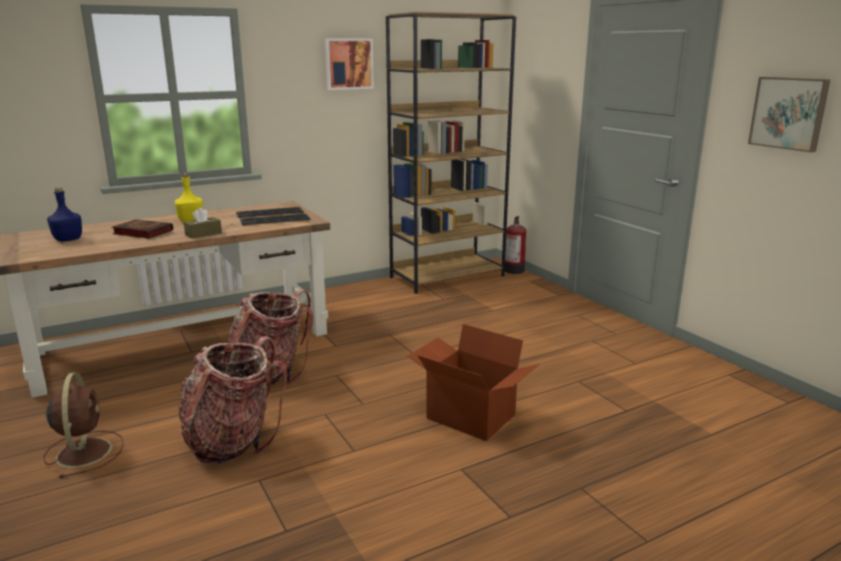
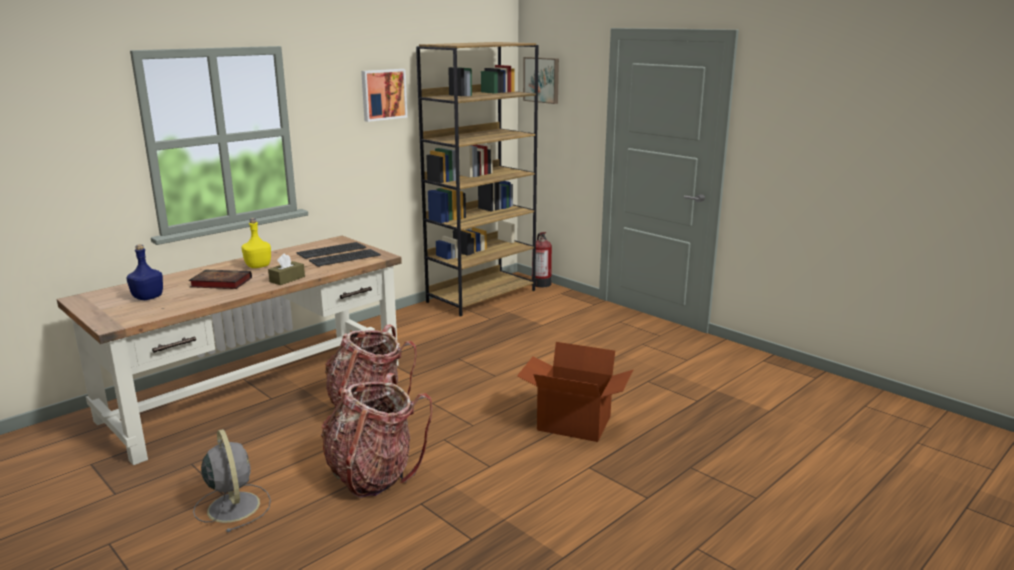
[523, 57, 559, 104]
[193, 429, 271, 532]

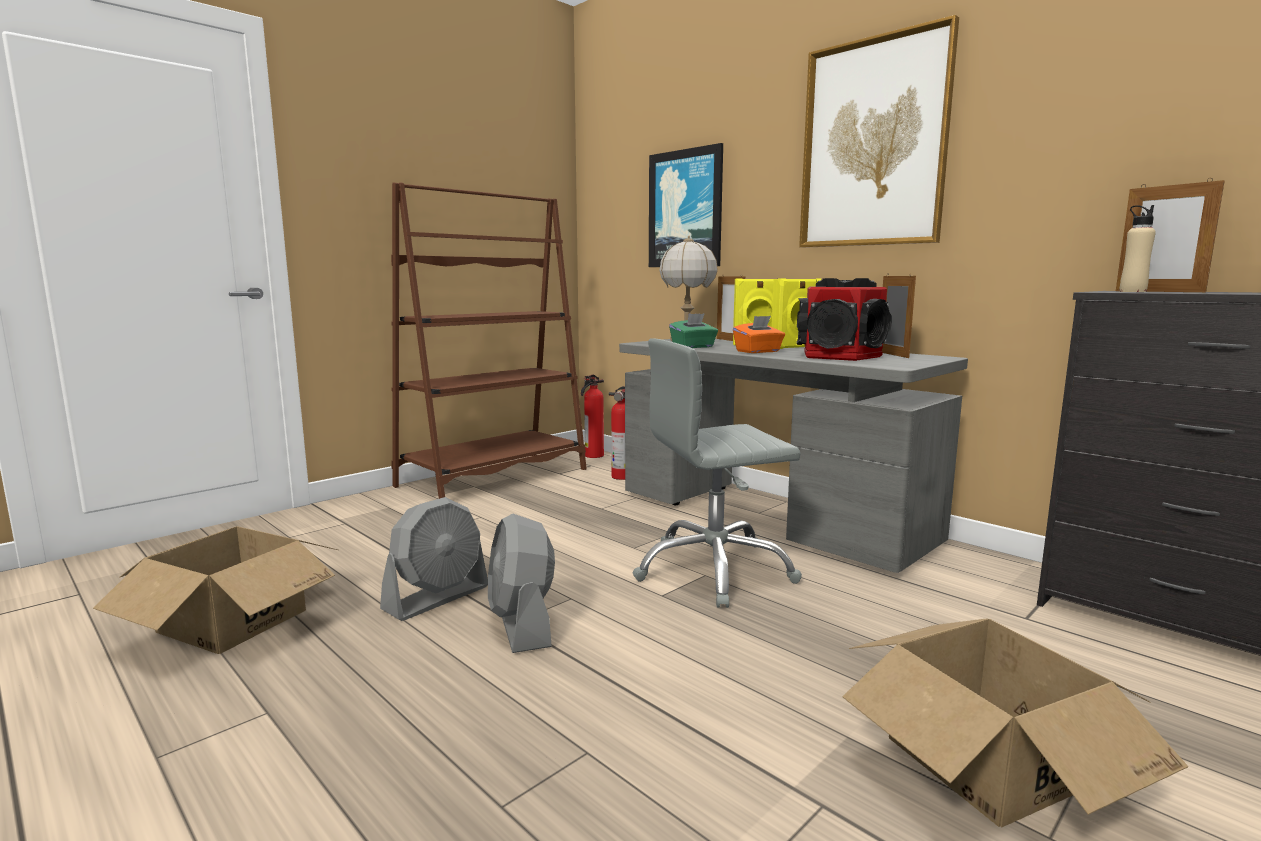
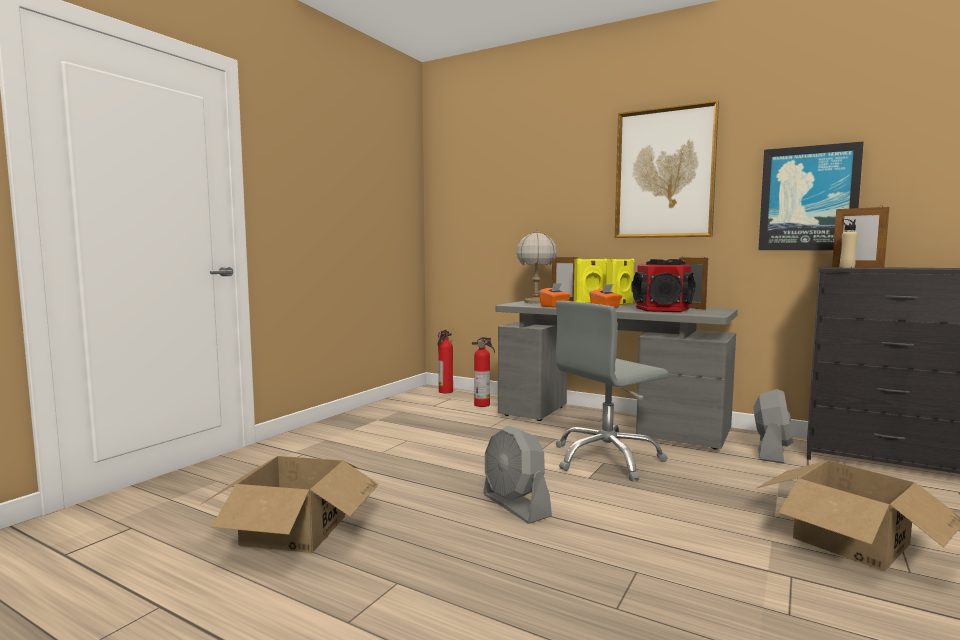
[758, 141, 864, 250]
[391, 183, 587, 499] (first image)
[539, 283, 571, 307]
[753, 389, 793, 463]

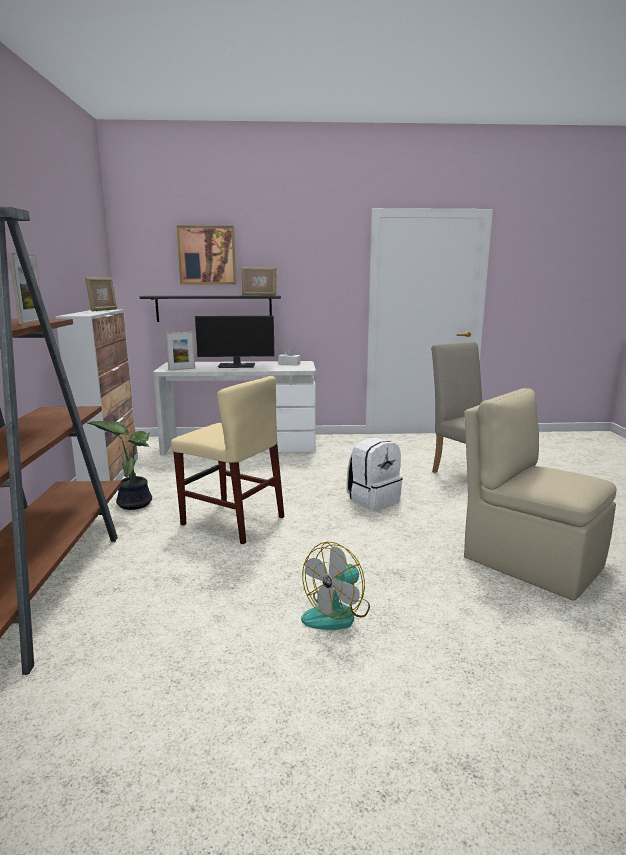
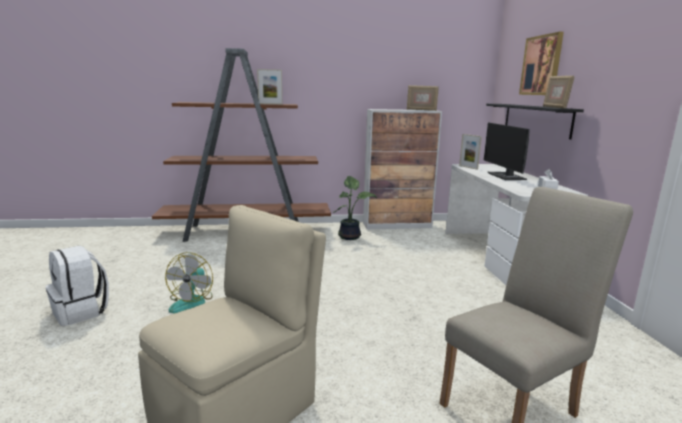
[171, 376, 284, 544] (first image)
[46, 245, 109, 326]
[165, 252, 213, 313]

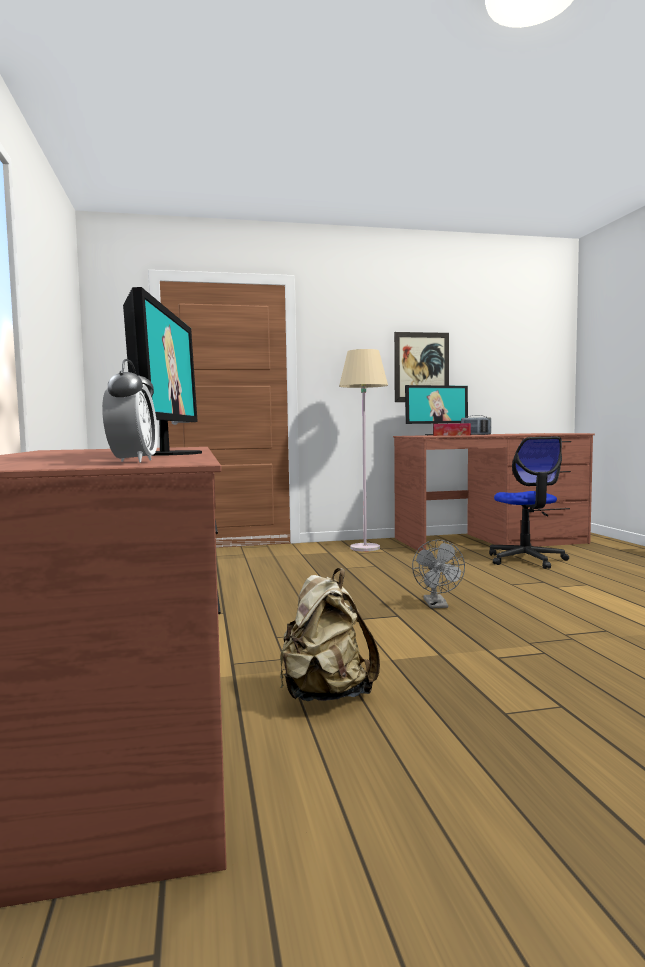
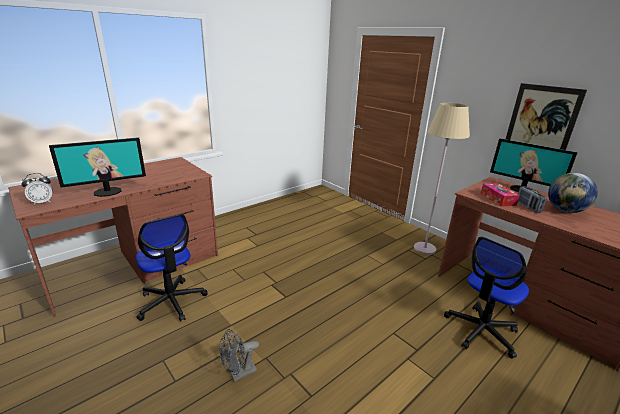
[219, 329, 259, 382]
[136, 214, 207, 321]
[548, 173, 598, 213]

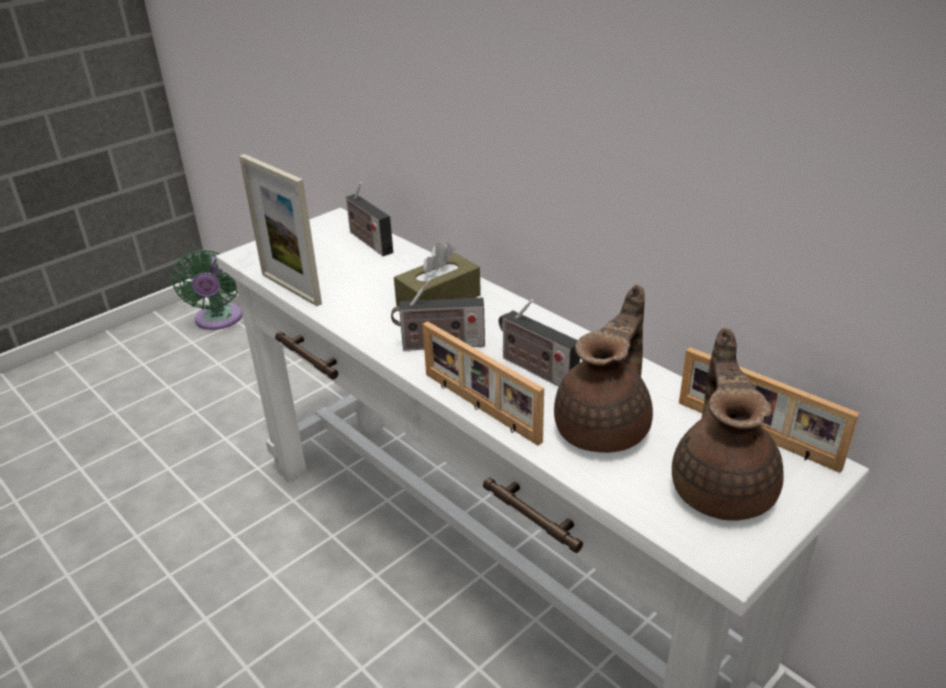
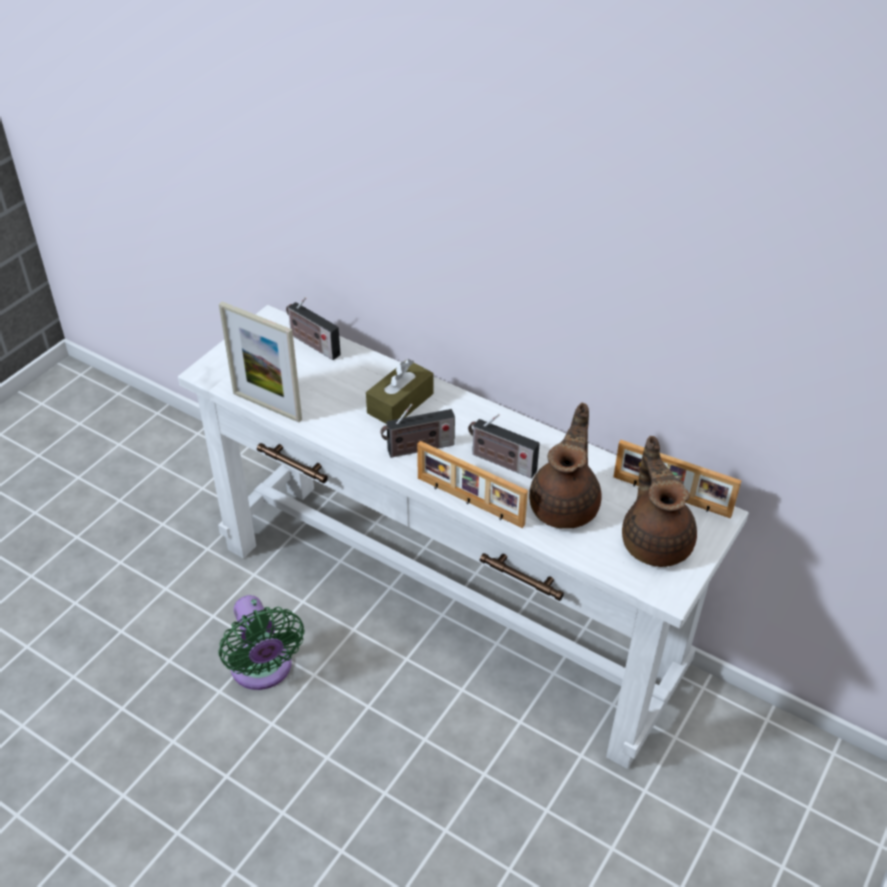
[218, 595, 305, 690]

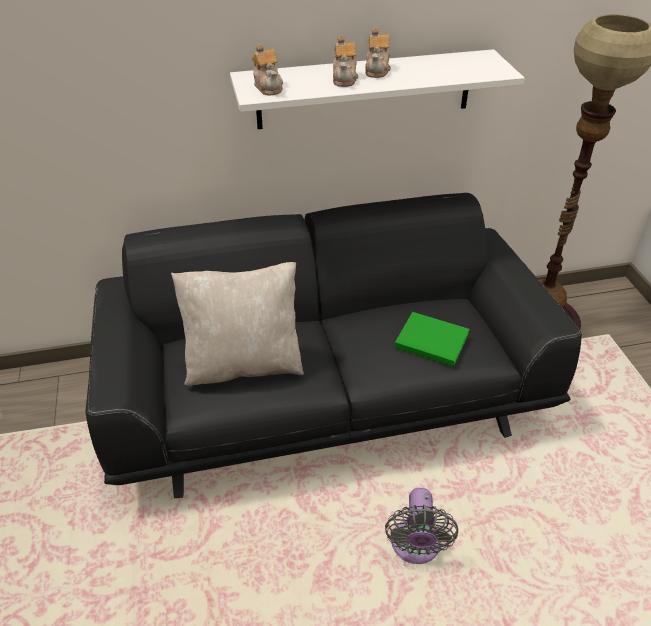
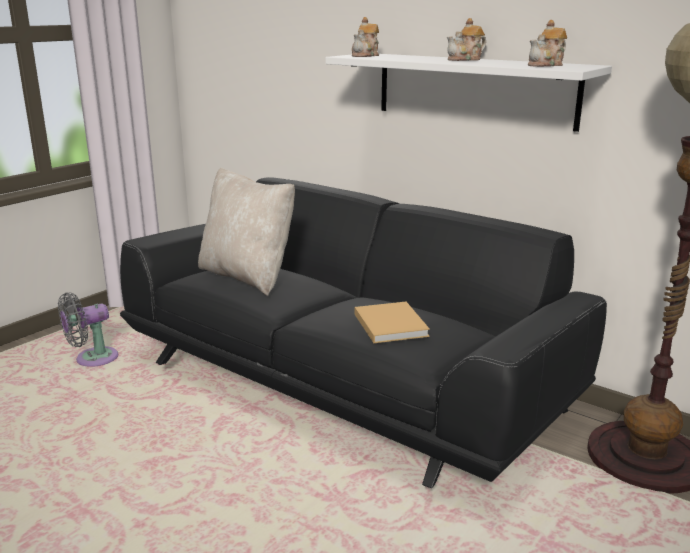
[528, 20, 567, 67]
[355, 302, 430, 343]
[58, 292, 119, 367]

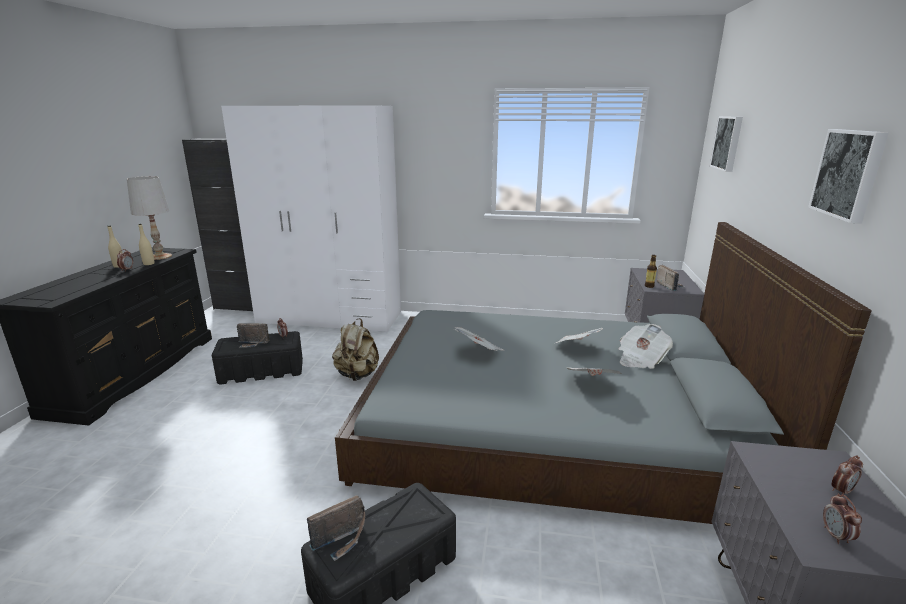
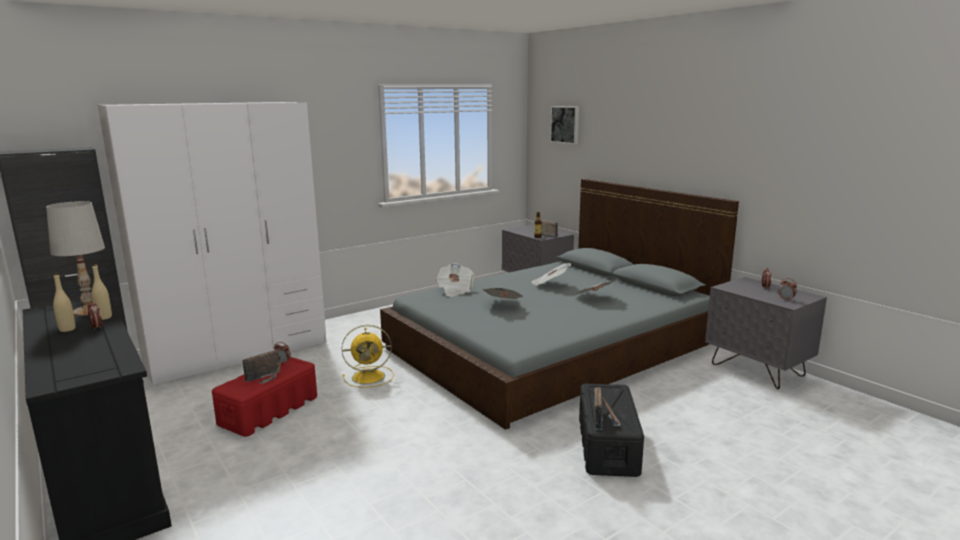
[808, 129, 889, 224] (first image)
[342, 325, 394, 388]
[436, 263, 474, 297]
[212, 357, 317, 437]

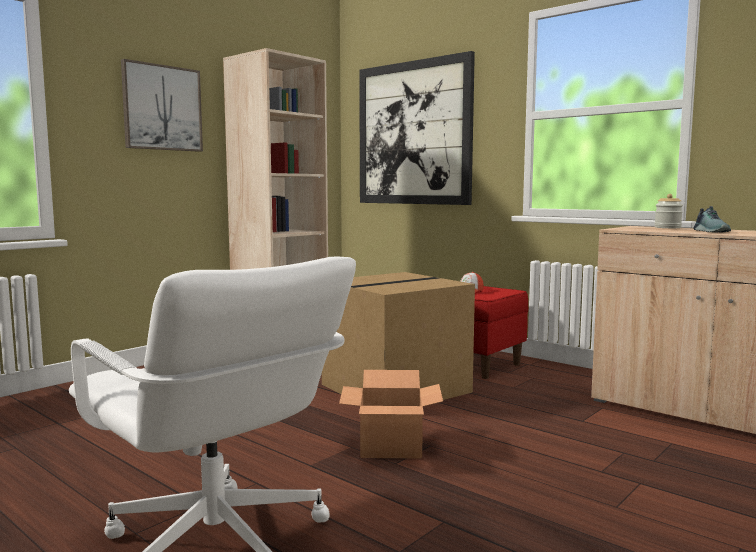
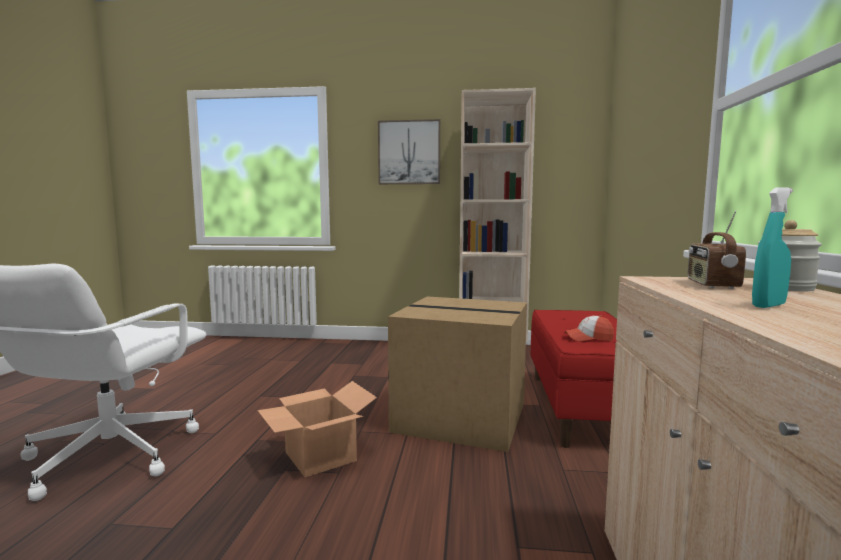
[359, 51, 475, 205] (first image)
[752, 187, 793, 308]
[688, 211, 746, 289]

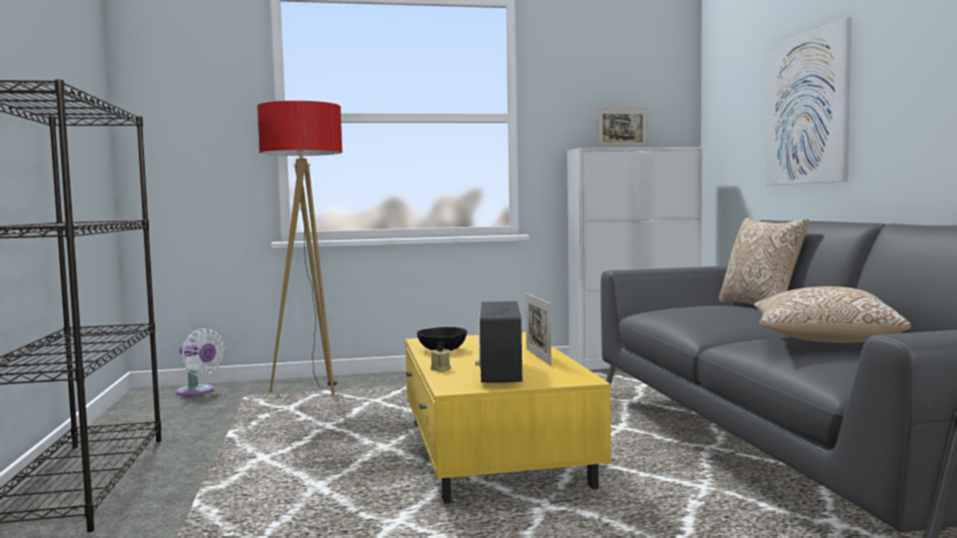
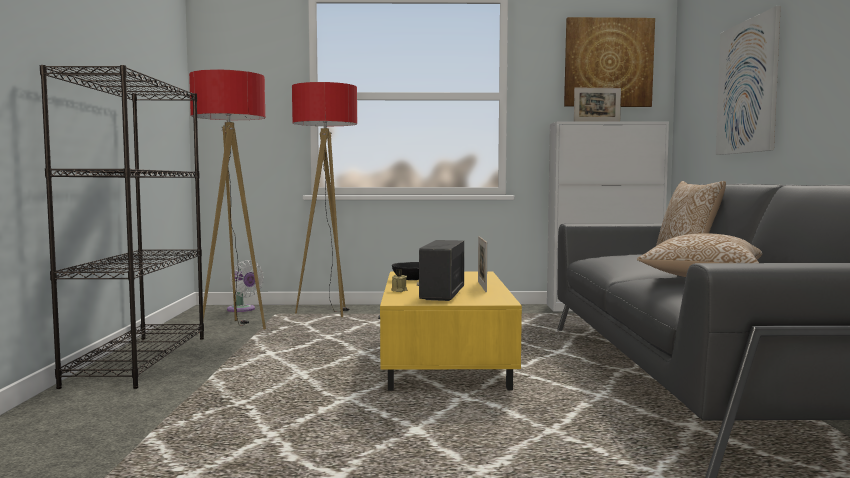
[564, 17, 655, 107]
[189, 70, 266, 333]

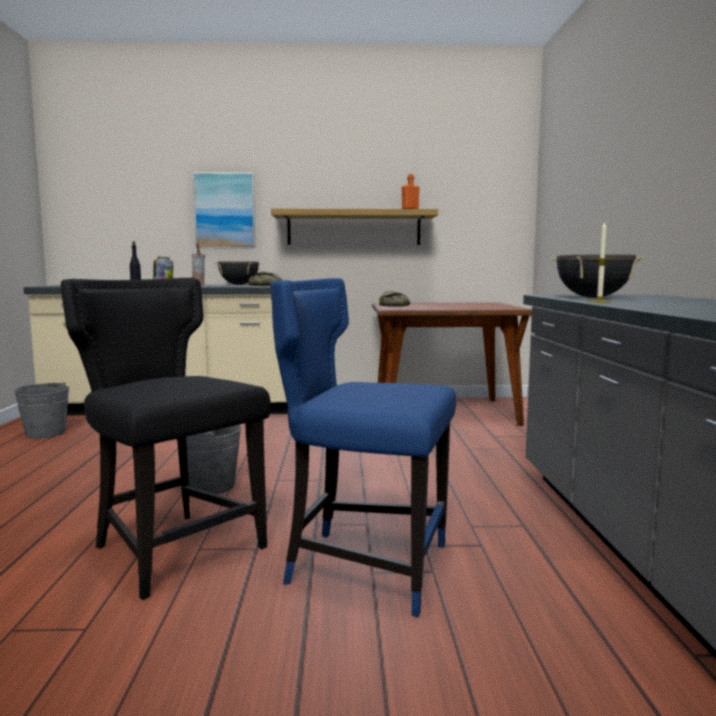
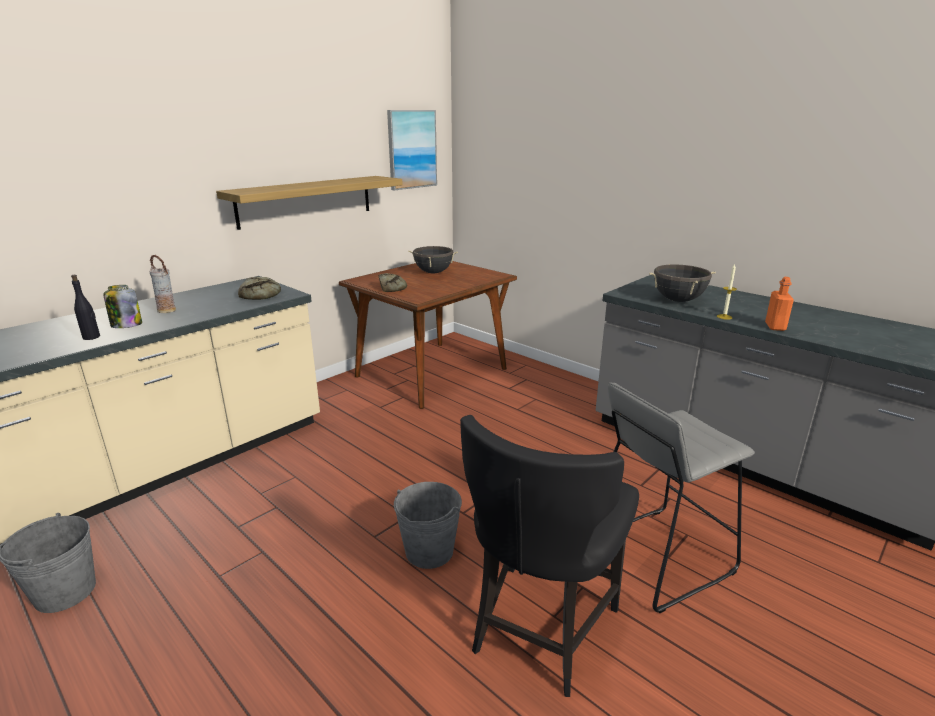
[387, 110, 437, 190]
[765, 277, 794, 331]
[408, 246, 458, 273]
[460, 415, 639, 697]
[608, 382, 755, 613]

